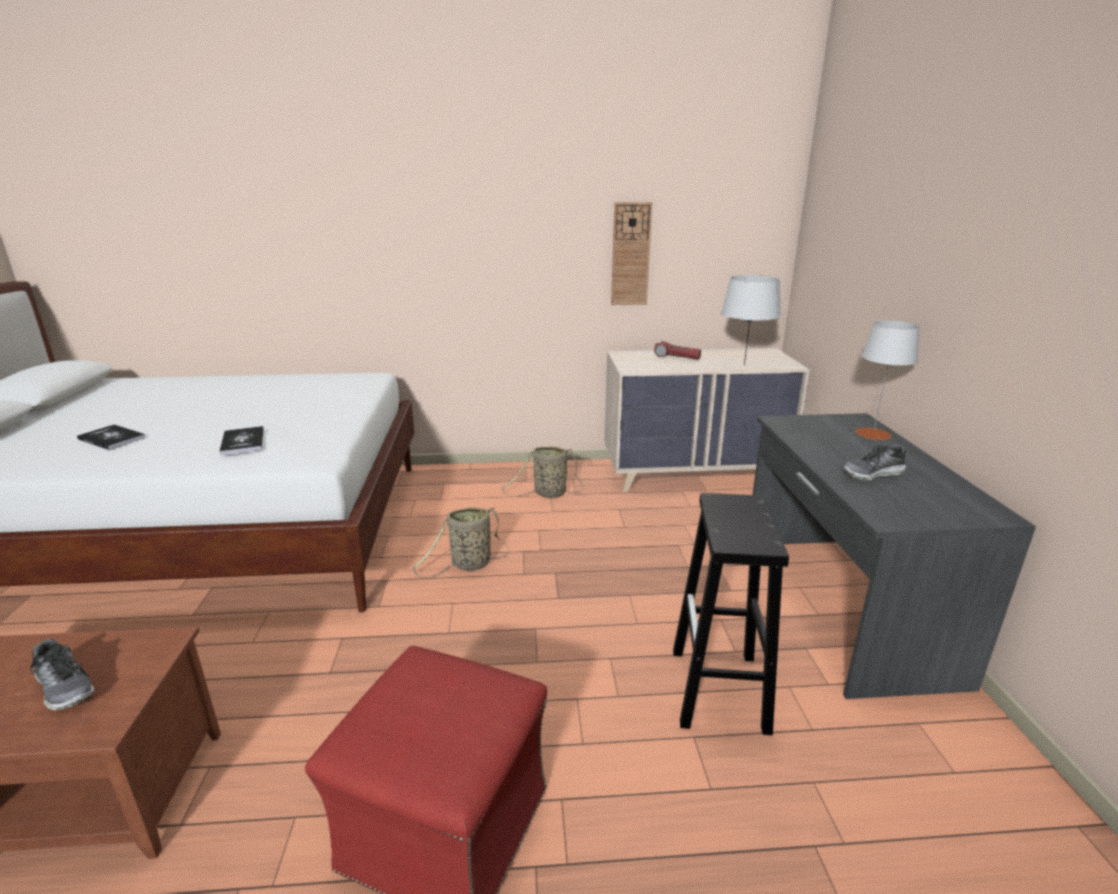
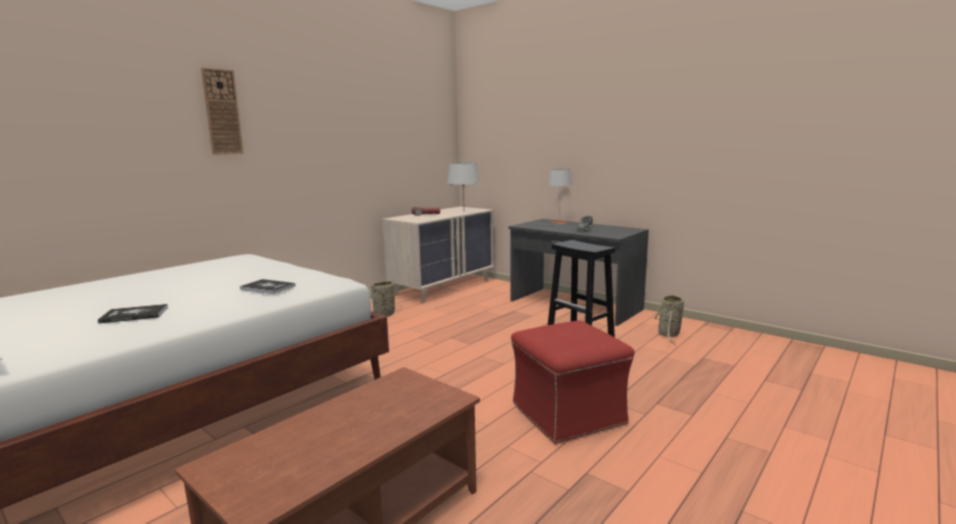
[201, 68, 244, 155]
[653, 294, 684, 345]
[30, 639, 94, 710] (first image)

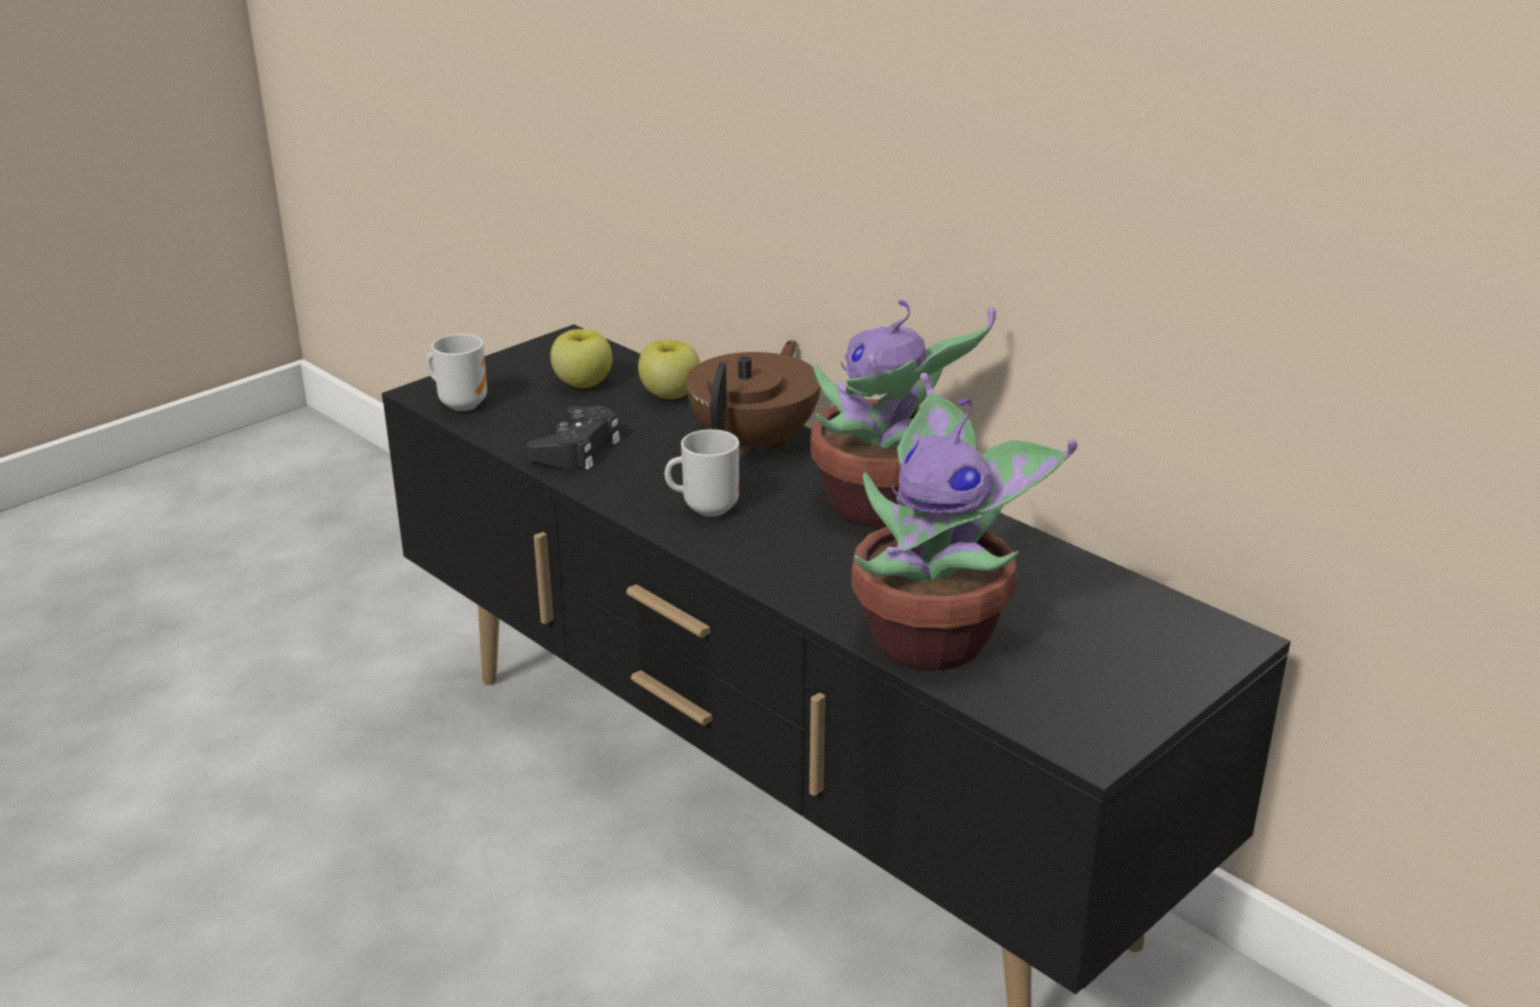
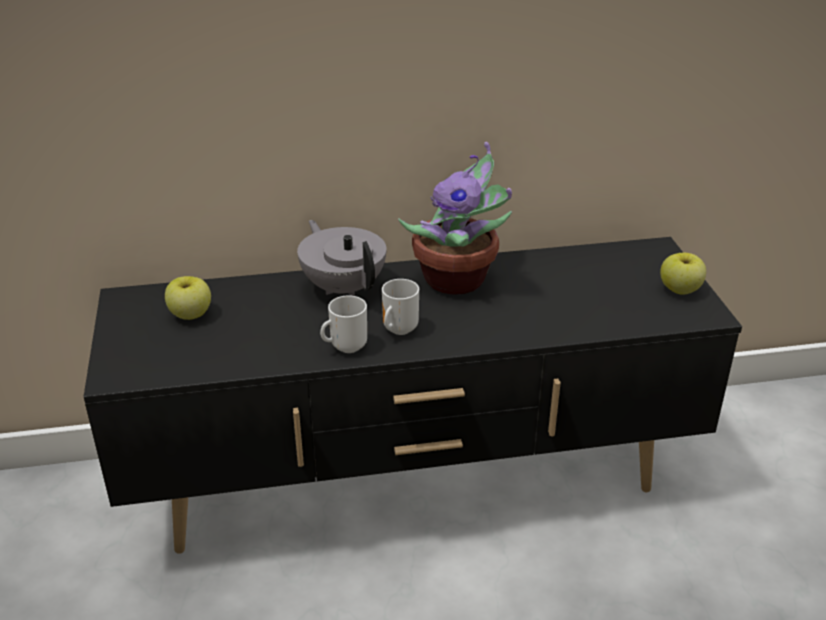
[320, 295, 367, 353]
[660, 253, 706, 295]
[297, 220, 386, 296]
[851, 373, 1077, 670] (first image)
[527, 406, 620, 469] (first image)

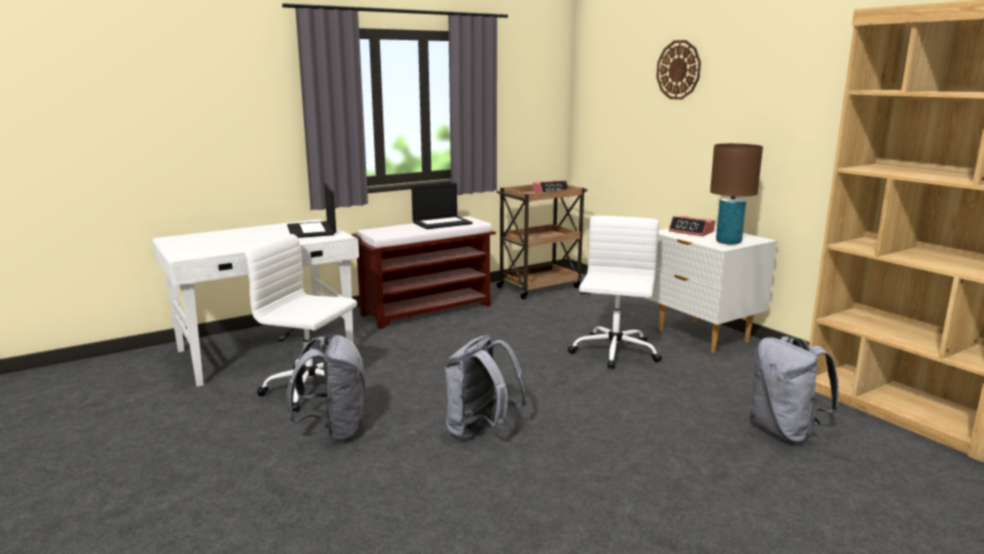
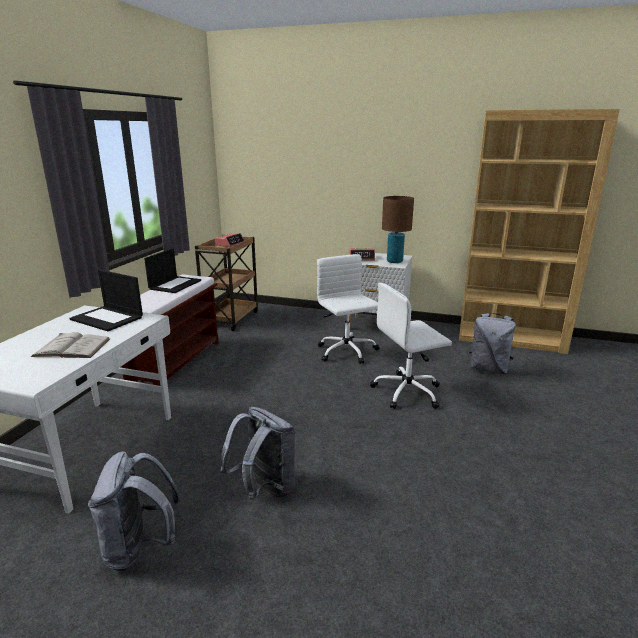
[656, 40, 701, 100] (first image)
[370, 282, 452, 409]
[88, 451, 180, 571]
[31, 332, 111, 358]

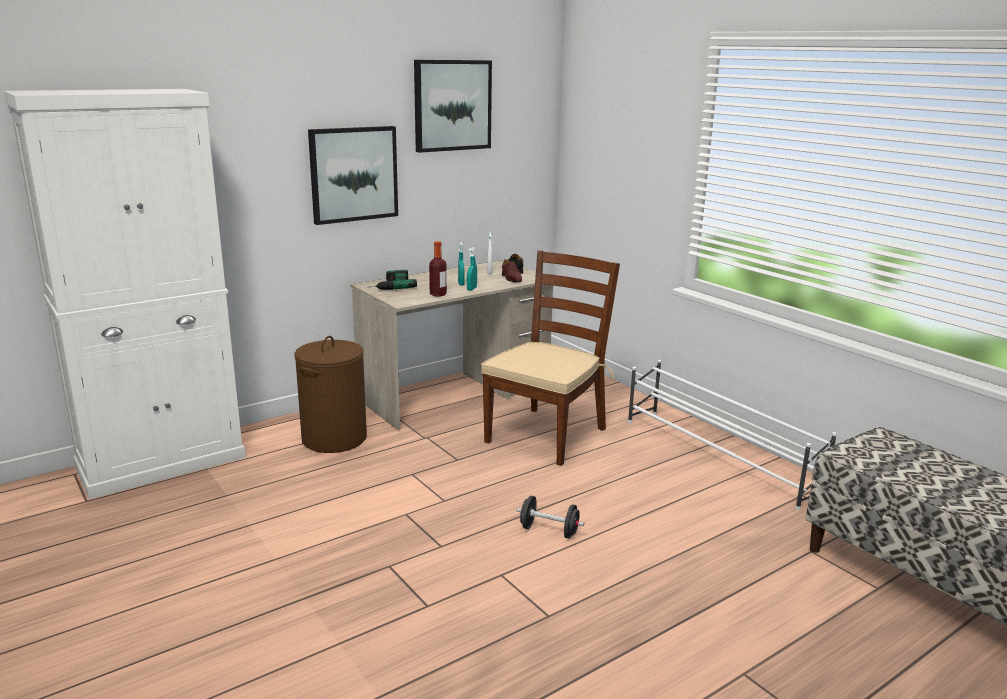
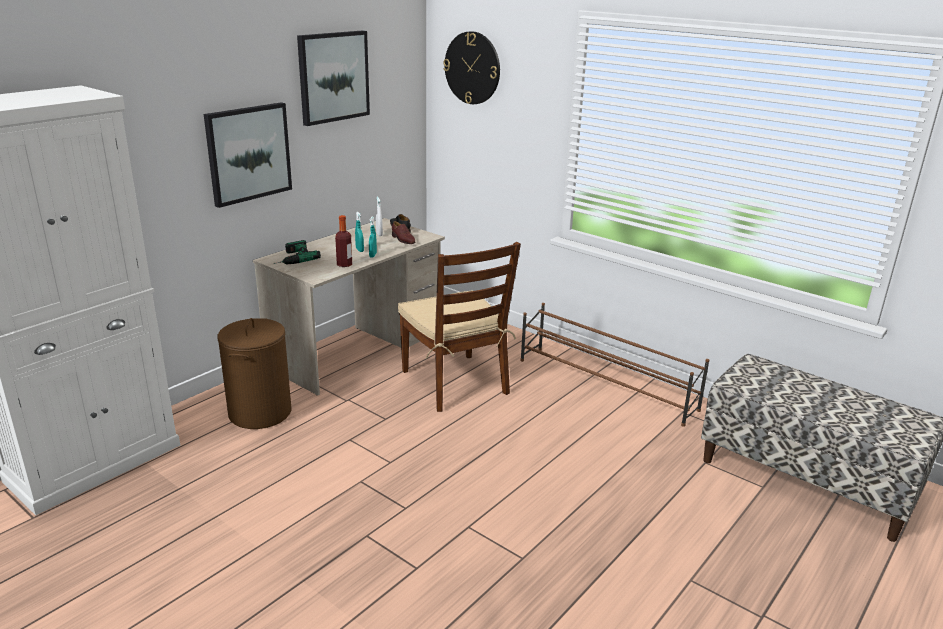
[398, 242, 521, 412]
[520, 303, 709, 427]
[516, 496, 584, 539] (first image)
[443, 31, 500, 104]

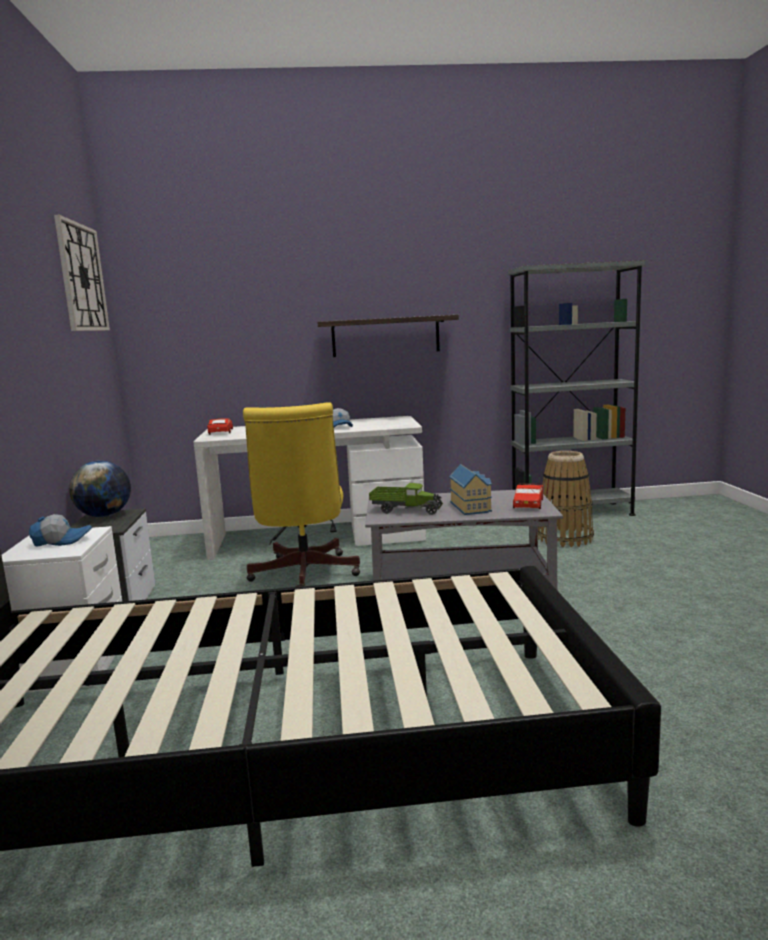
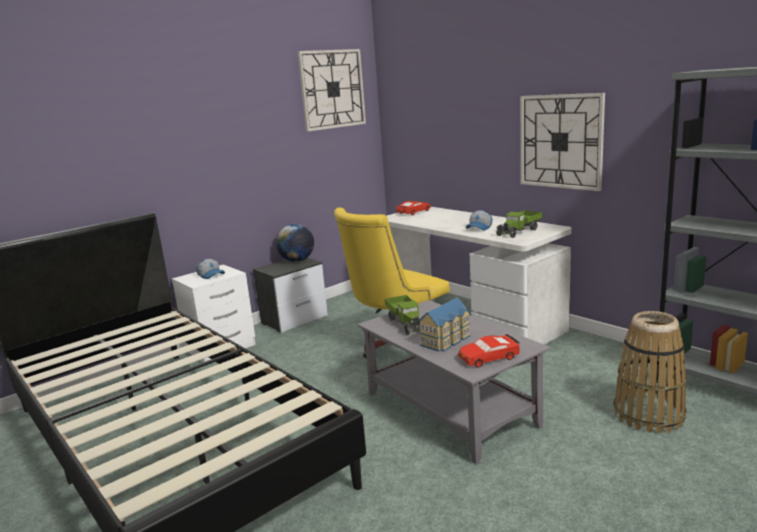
[520, 93, 605, 191]
[496, 210, 542, 238]

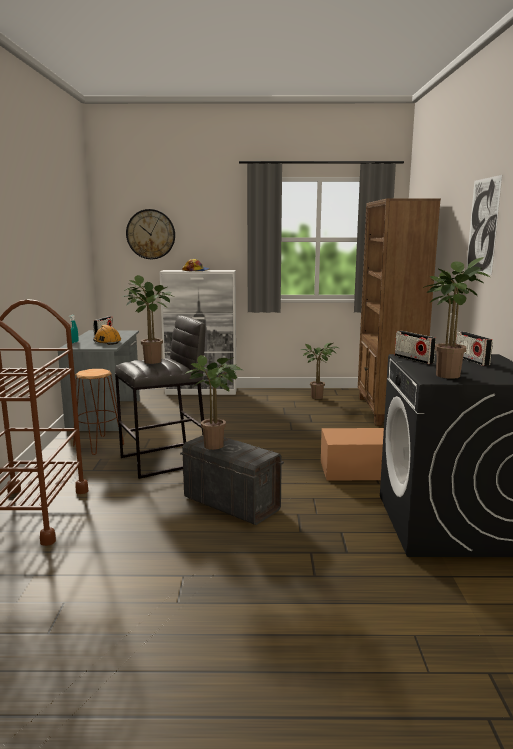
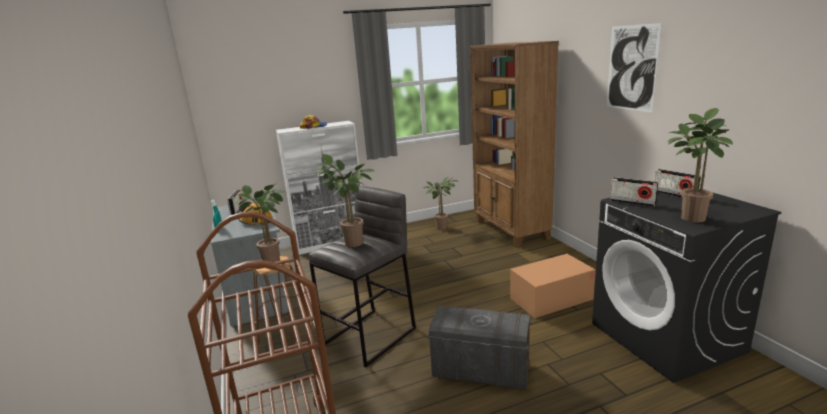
[126, 209, 175, 259] (first image)
[234, 183, 286, 262]

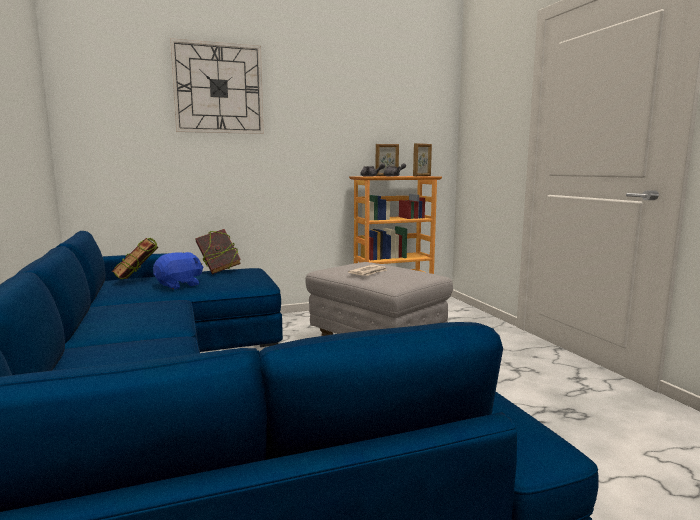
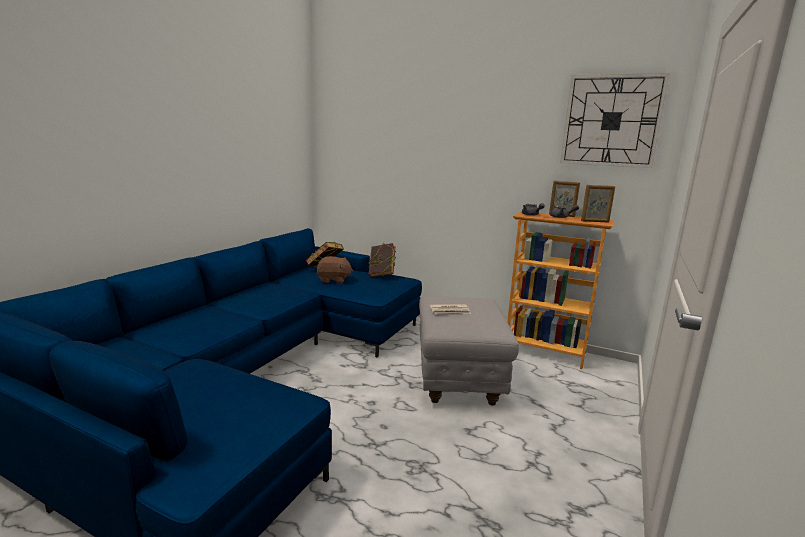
[560, 73, 670, 168]
[317, 256, 353, 284]

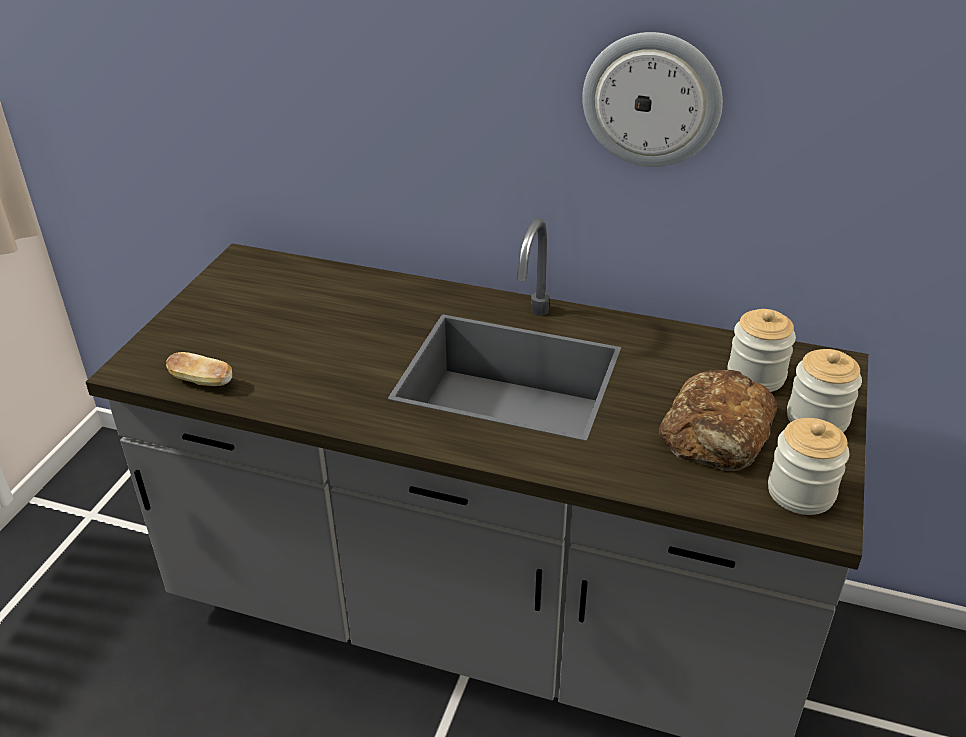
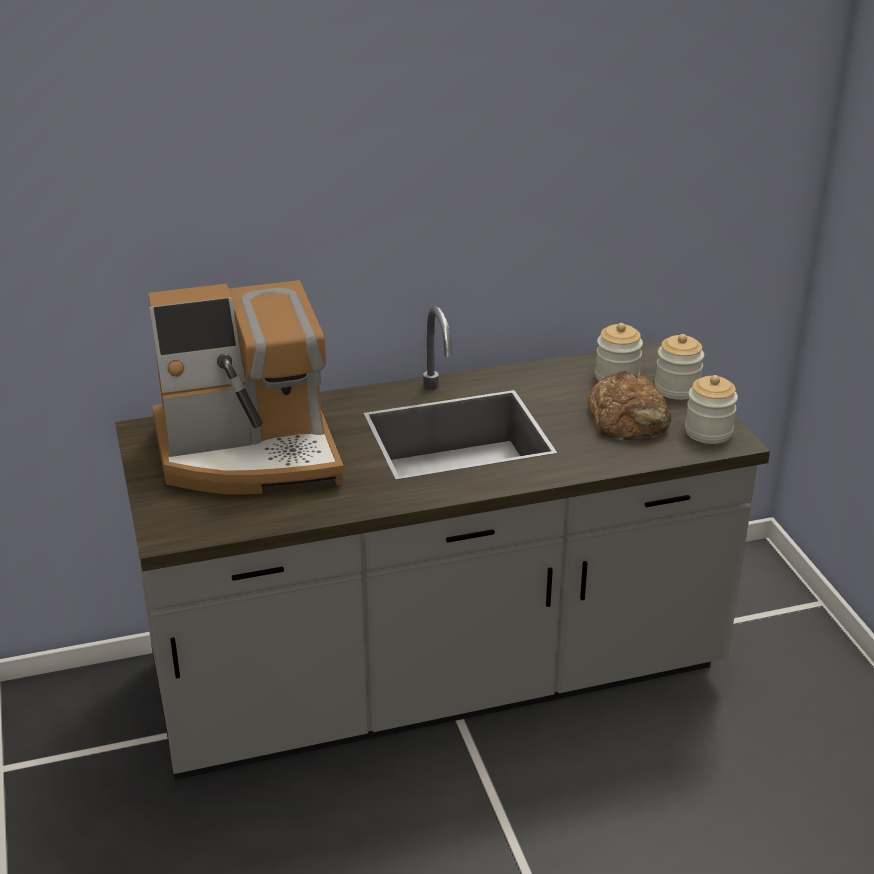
[582, 32, 723, 167] (first image)
[166, 352, 232, 386] (first image)
[148, 280, 344, 495]

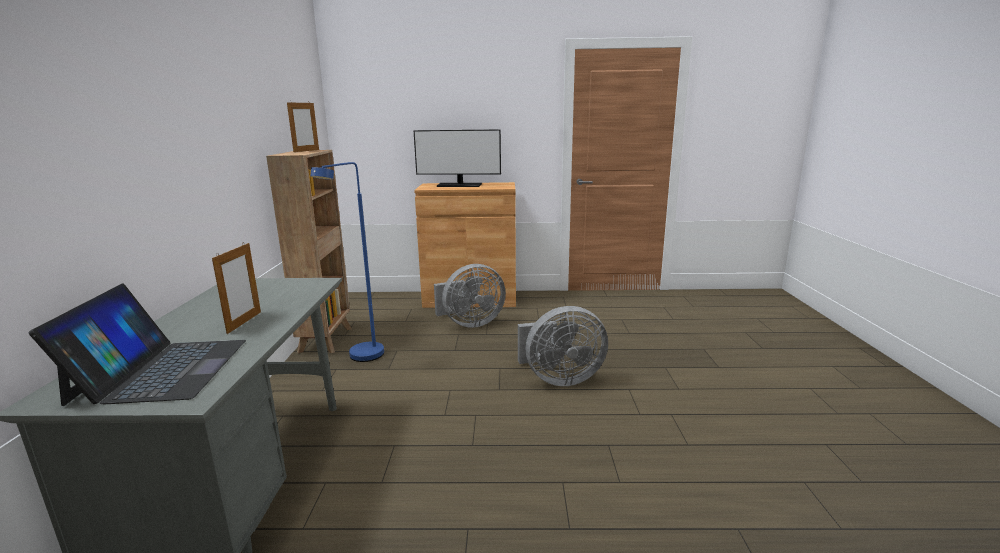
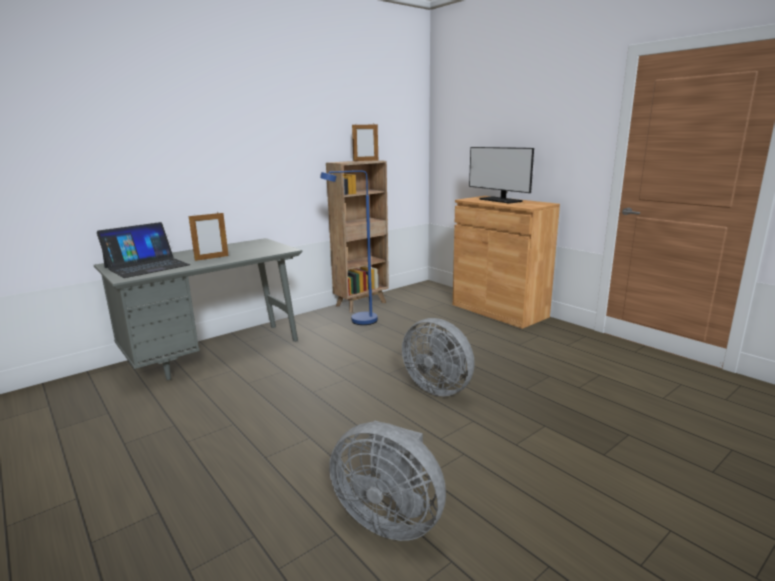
[329, 420, 446, 541]

